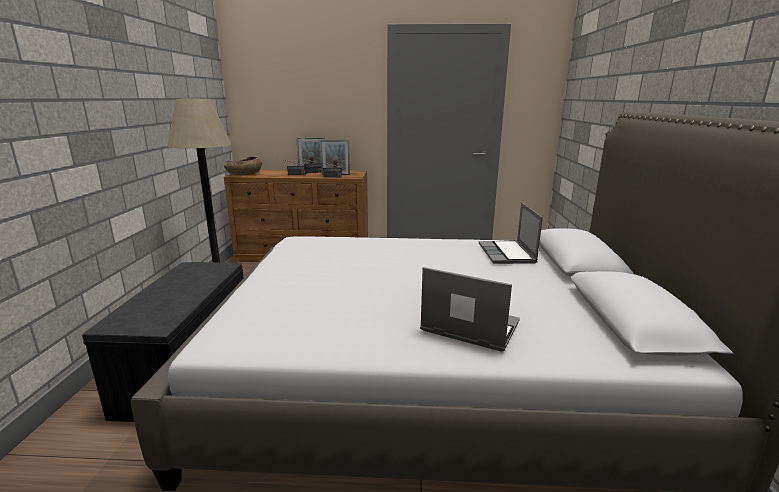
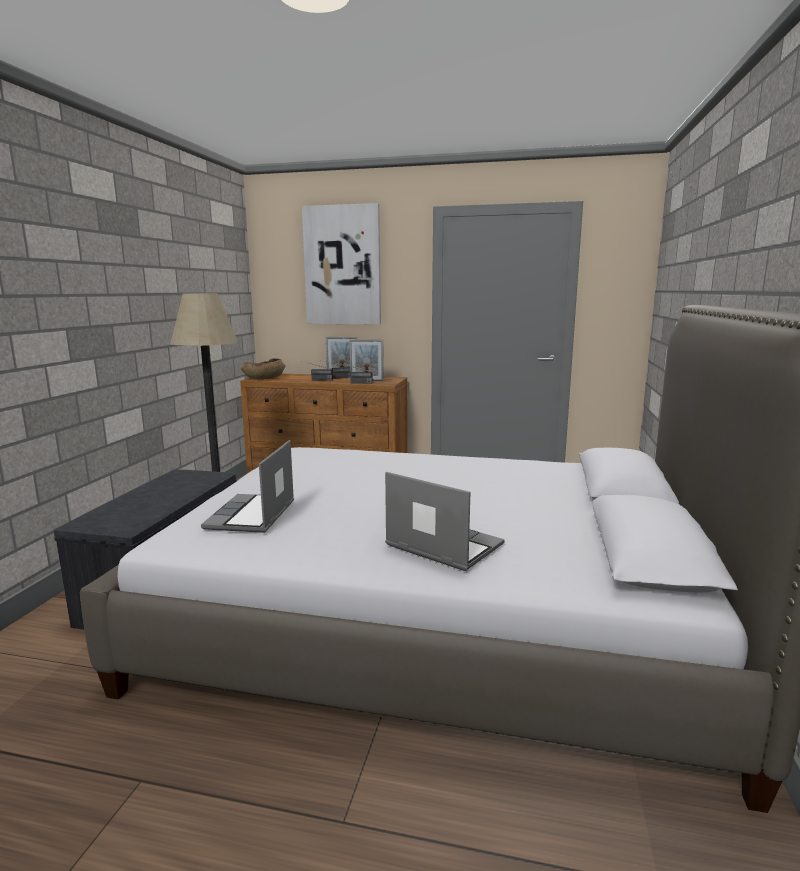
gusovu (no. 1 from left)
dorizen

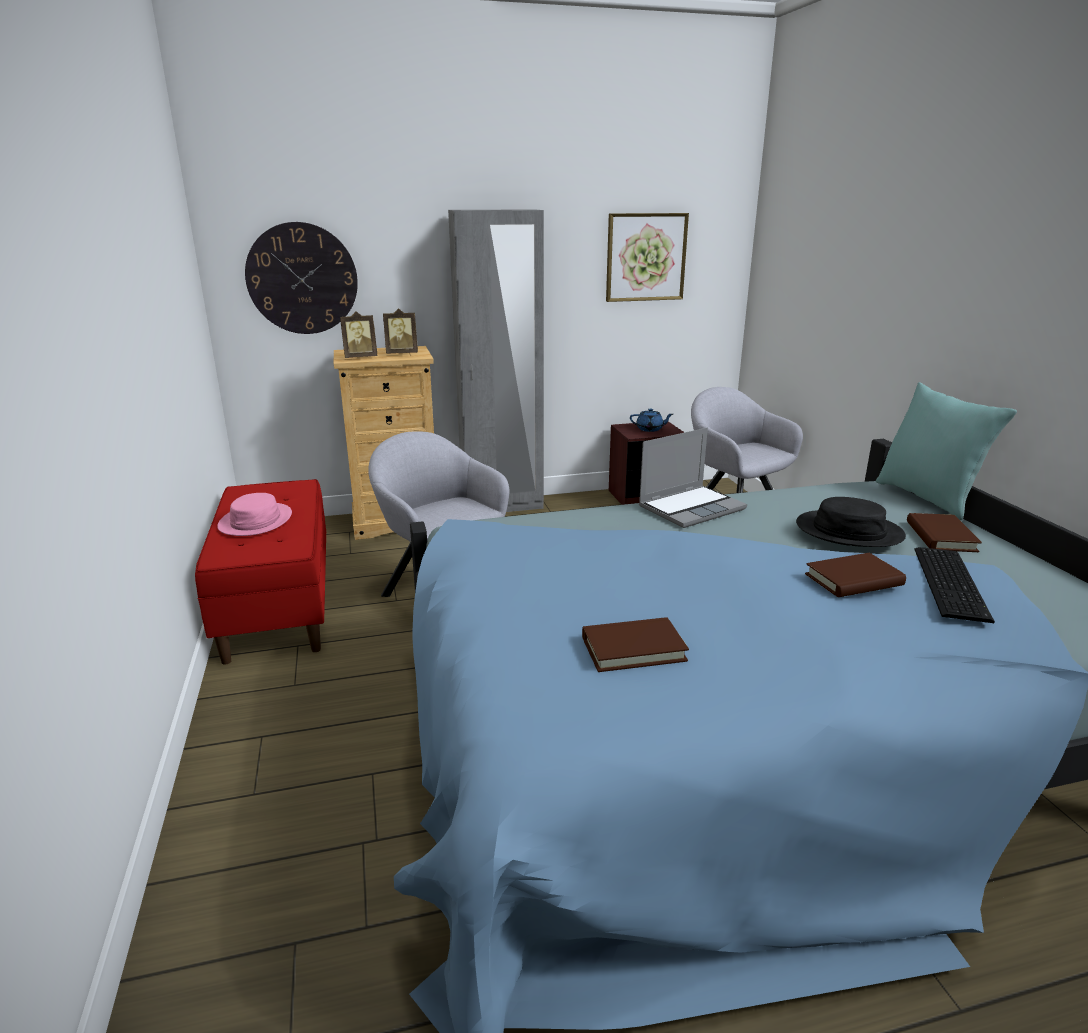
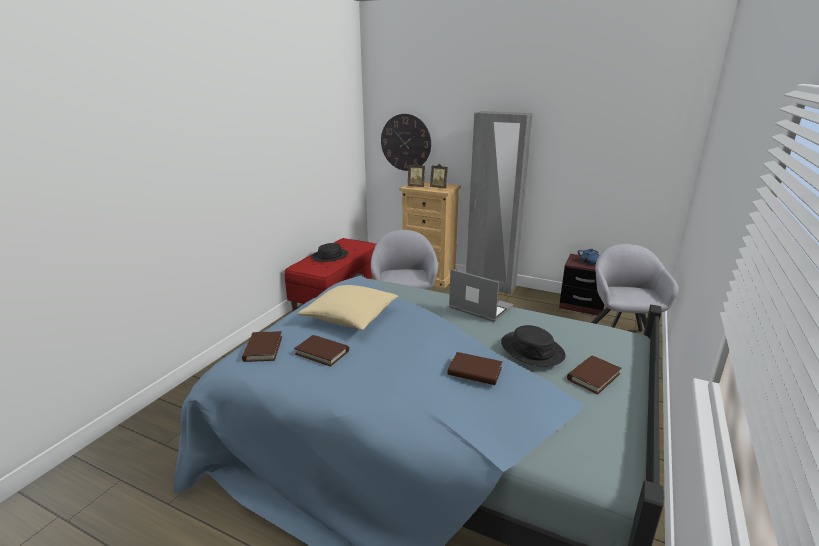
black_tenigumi (no. 1 from left)
dorizen
gusovu
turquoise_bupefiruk
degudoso
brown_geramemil (no. 1 from left)
beige_bupefiruk

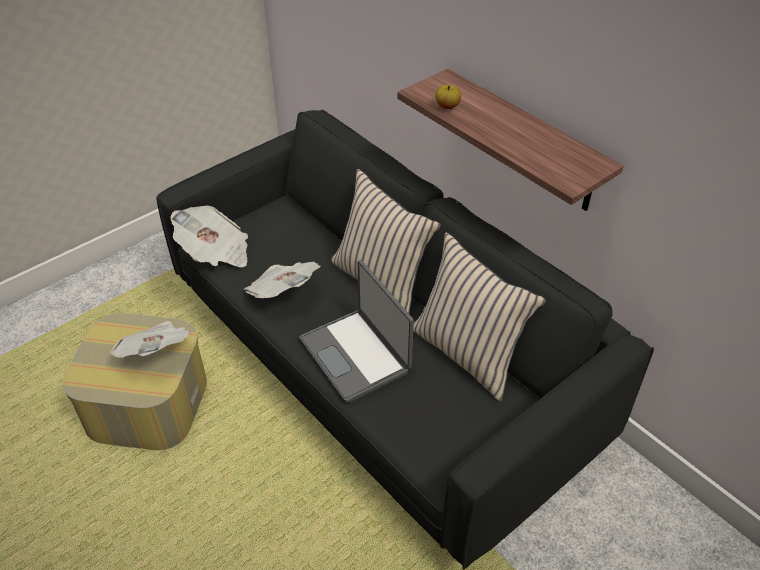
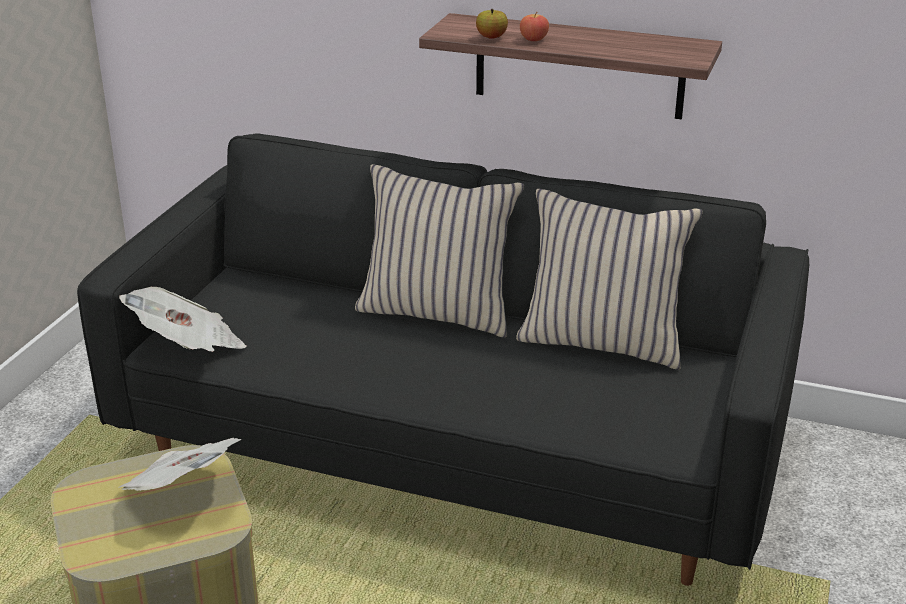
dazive (no. 3 from left in the first image)
gusovu
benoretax (no. 2 from left)

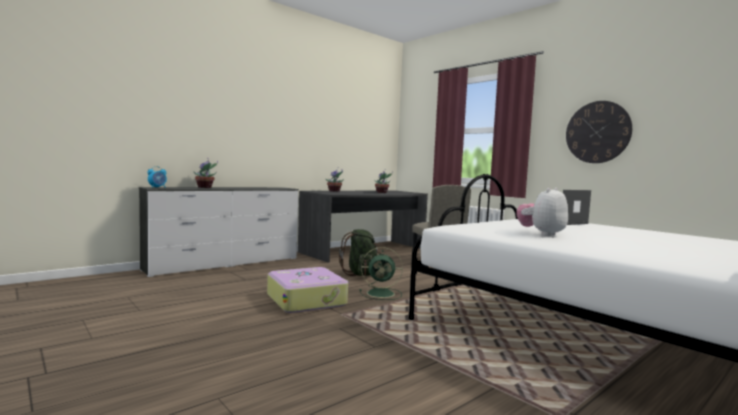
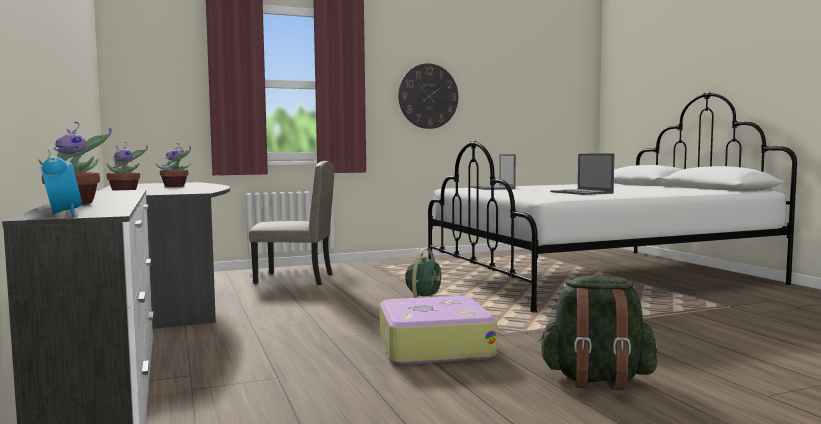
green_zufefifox
gusovu (no. 2 from left)

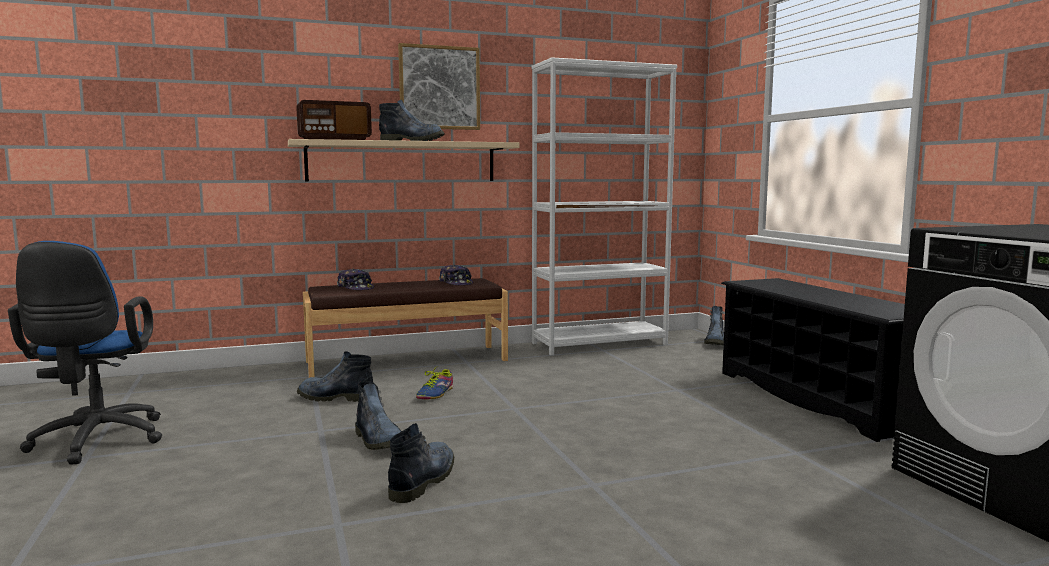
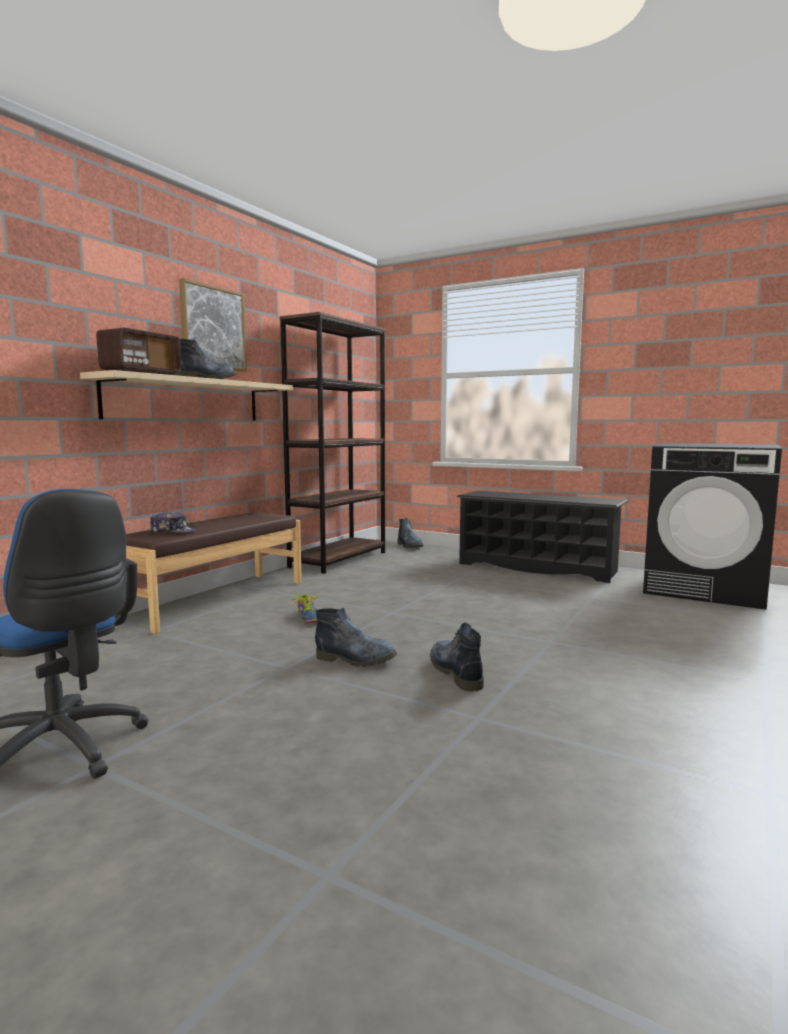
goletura (no. 1 from left in the first image)
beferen (no. 2 from left in the first image)
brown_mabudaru

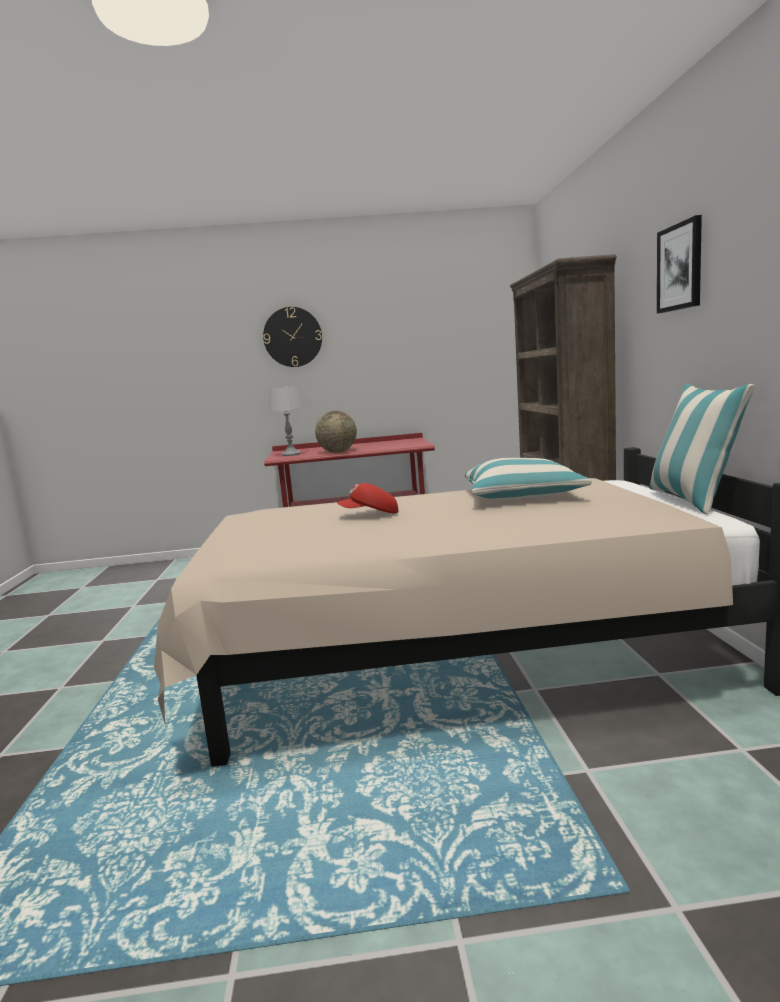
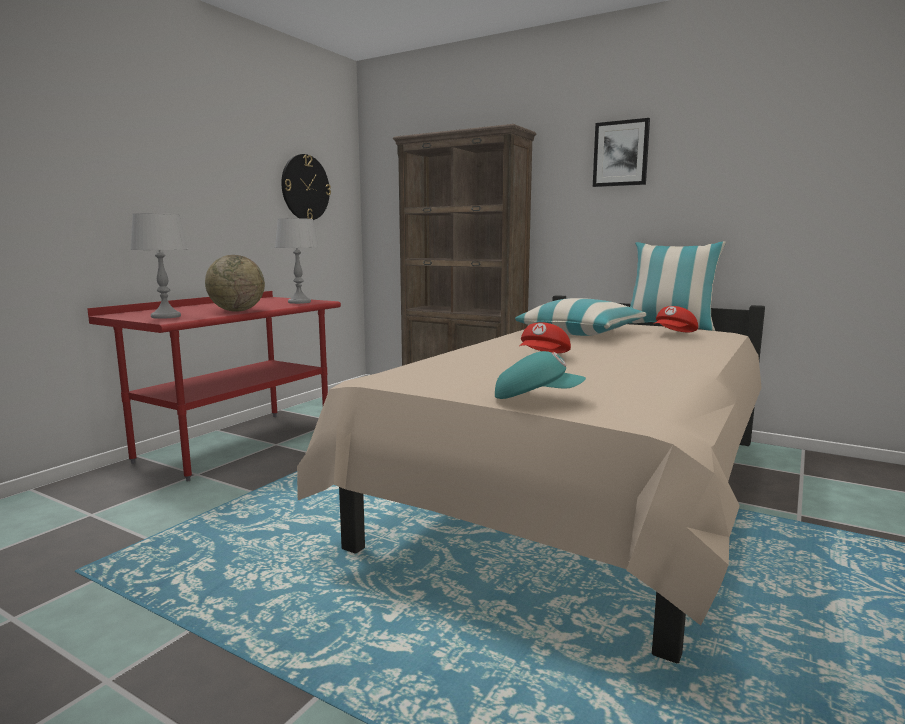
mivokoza
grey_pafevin (no. 2 from left)
turquoise_beferen
red_beferen (no. 2 from left)

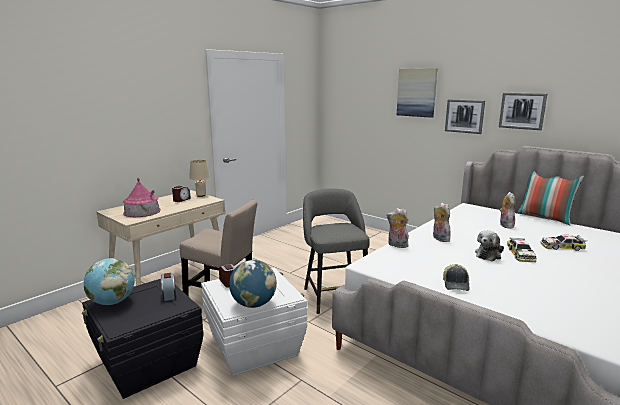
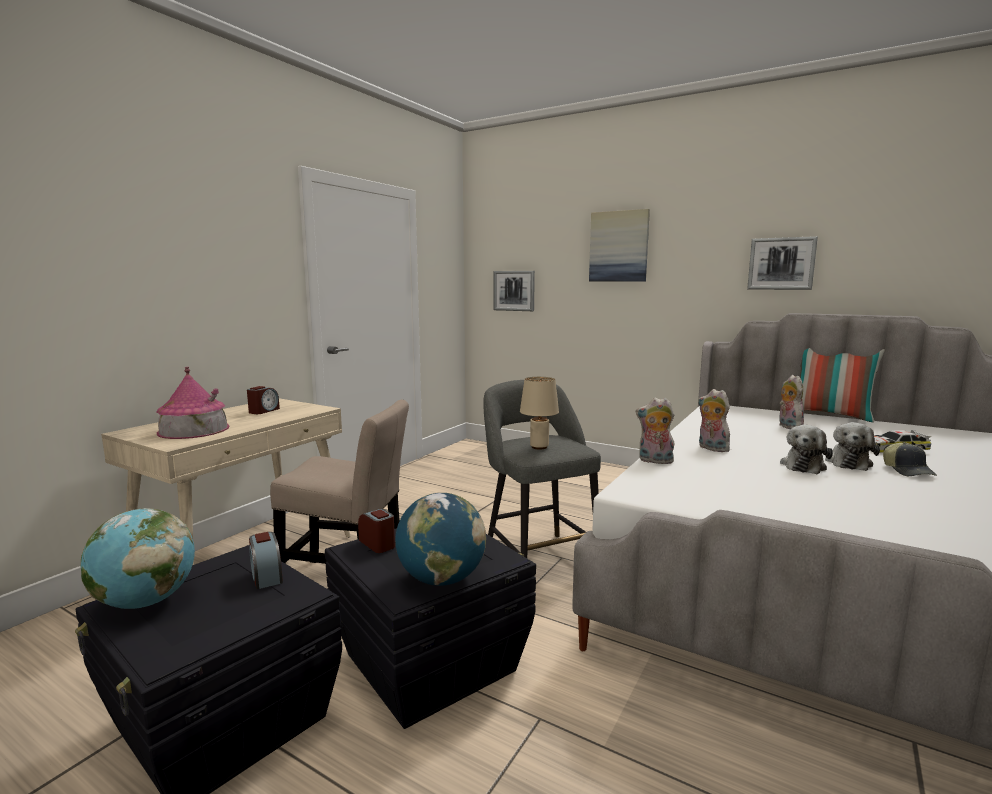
beige_pafevin
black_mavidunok (no. 2 from left)
beferen
dorizen (no. 1 from left)
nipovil (no. 5 from left)

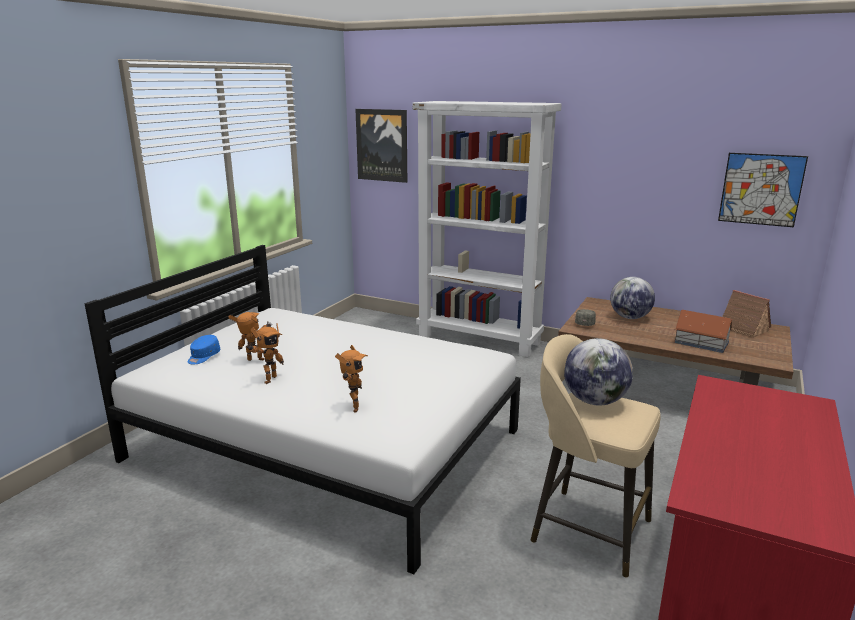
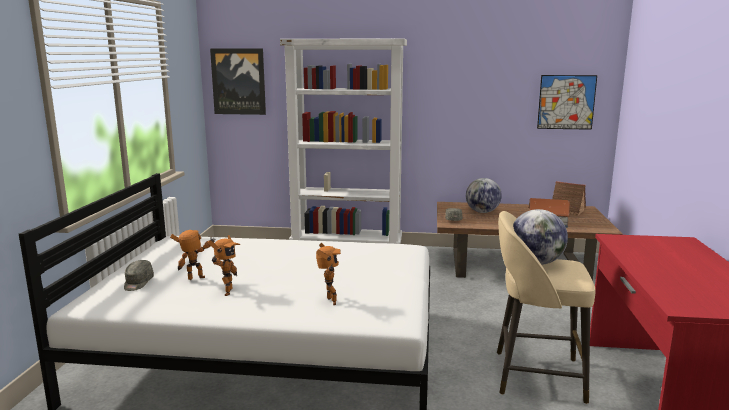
grey_beferen (no. 1 from left)

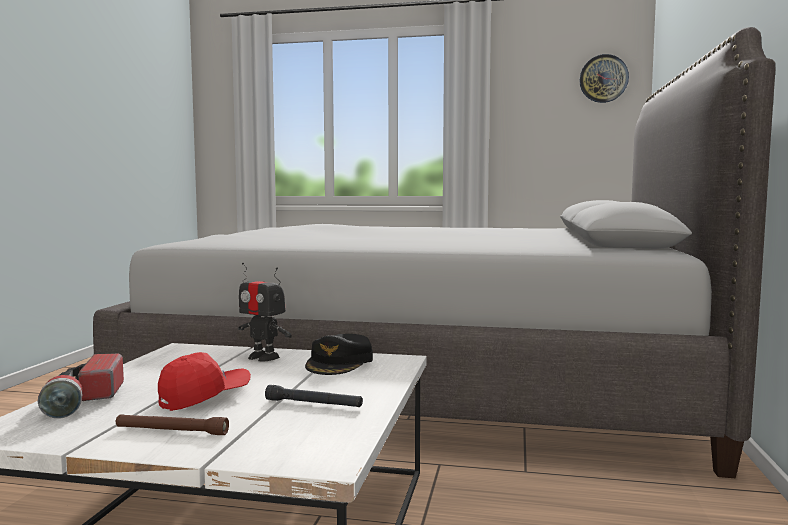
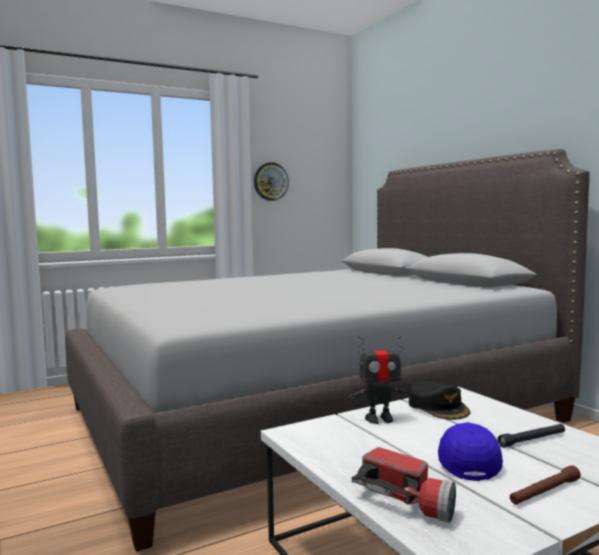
blue_beferen
mivokoza

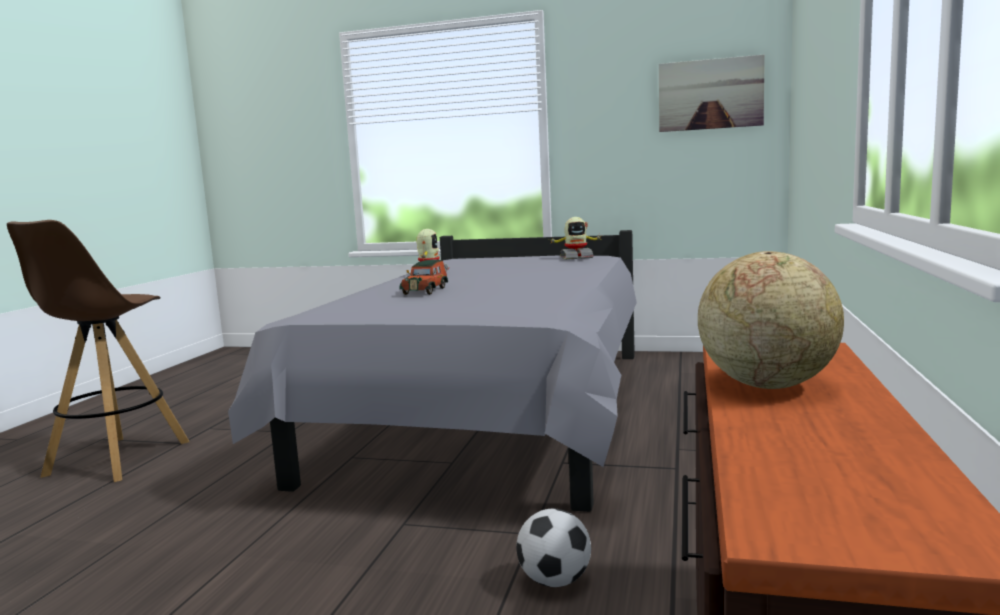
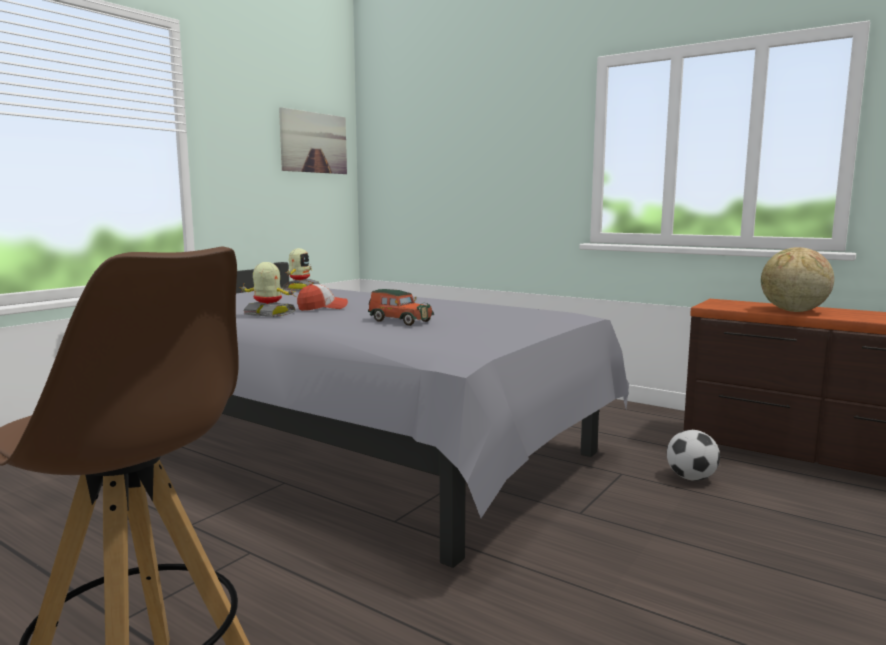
beferen

